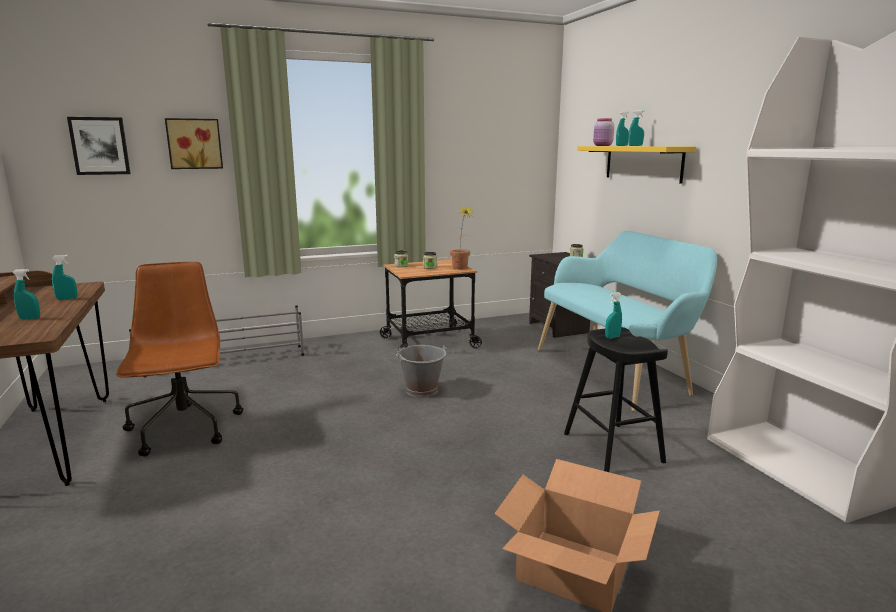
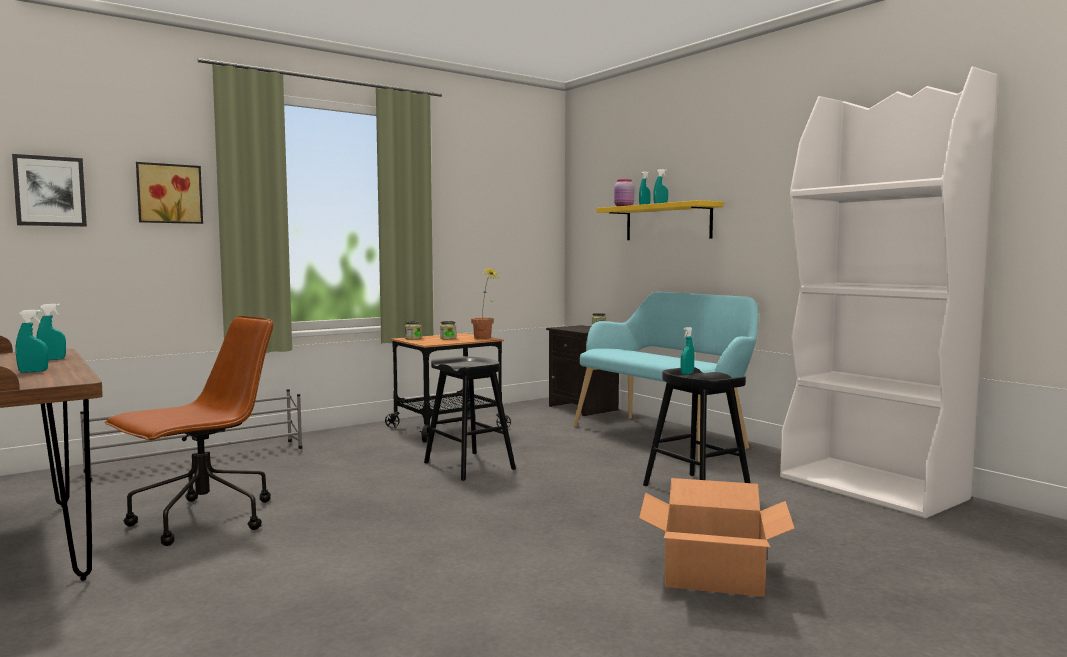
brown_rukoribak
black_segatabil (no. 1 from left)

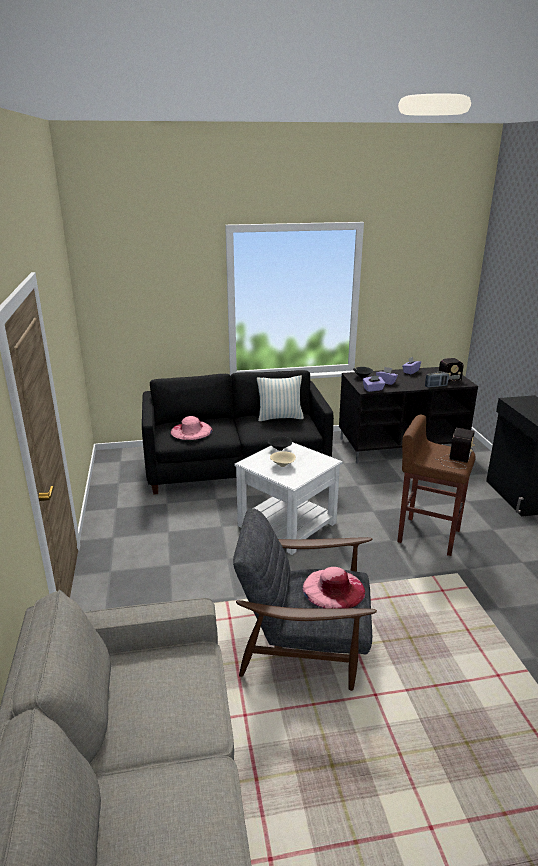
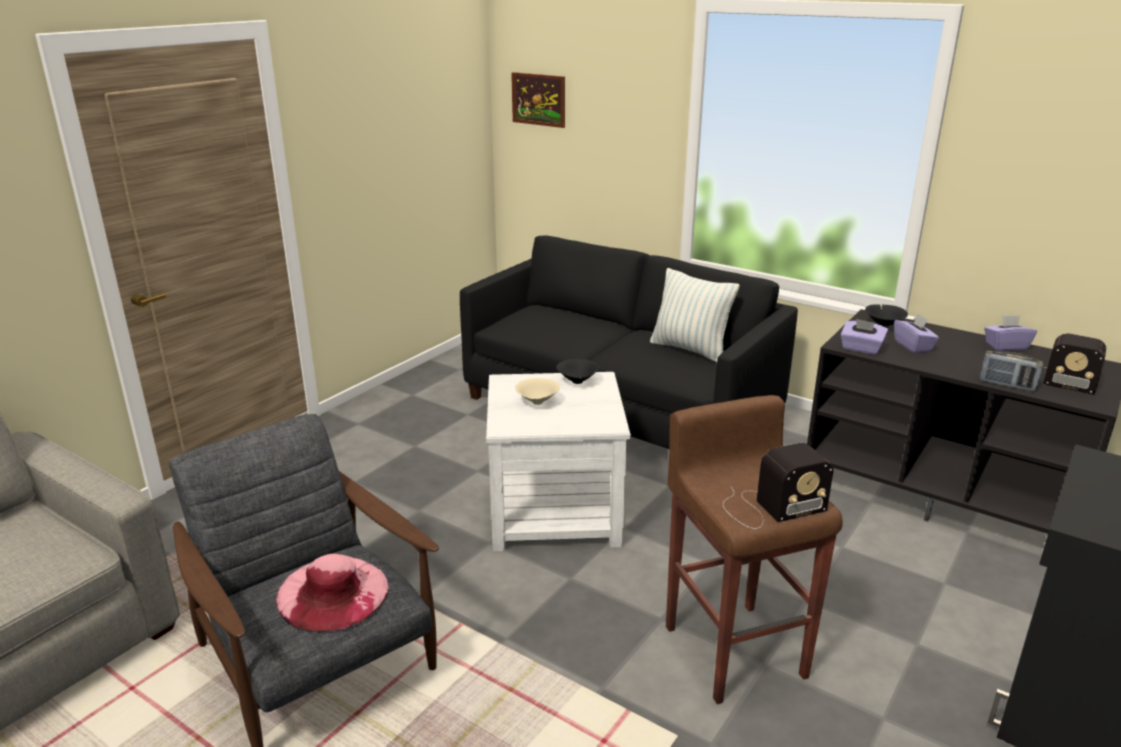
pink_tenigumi (no. 1 from left in the first image)
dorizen

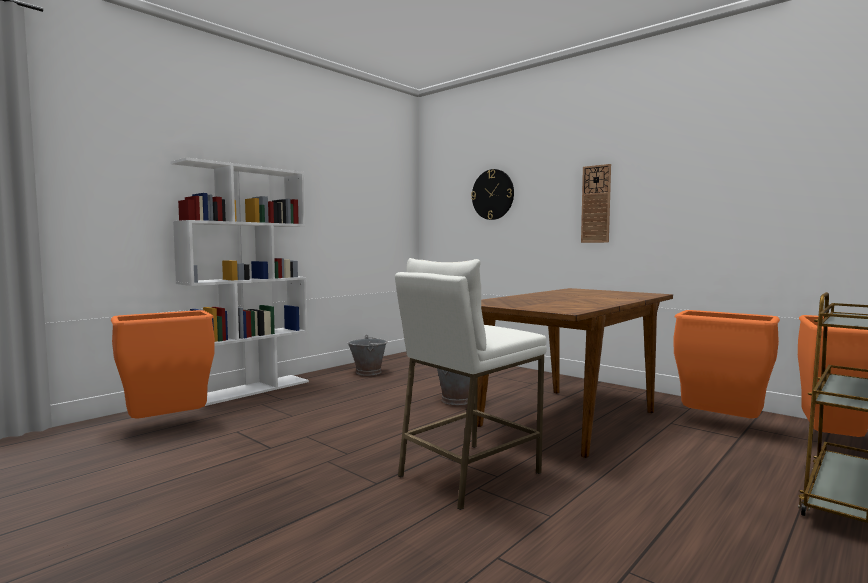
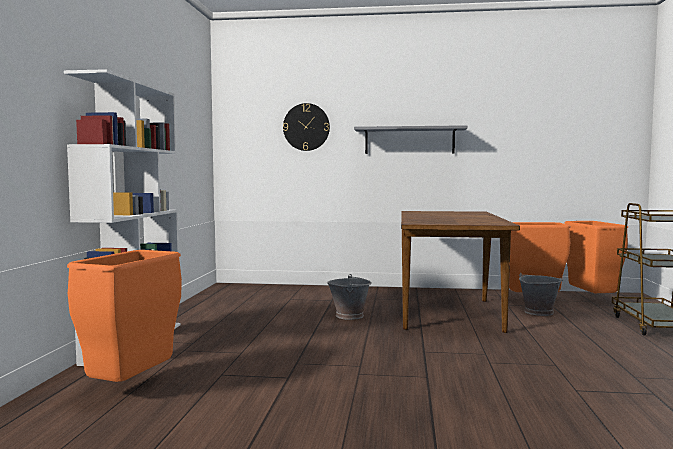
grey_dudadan (no. 2 from left)
white_segatabil
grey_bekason

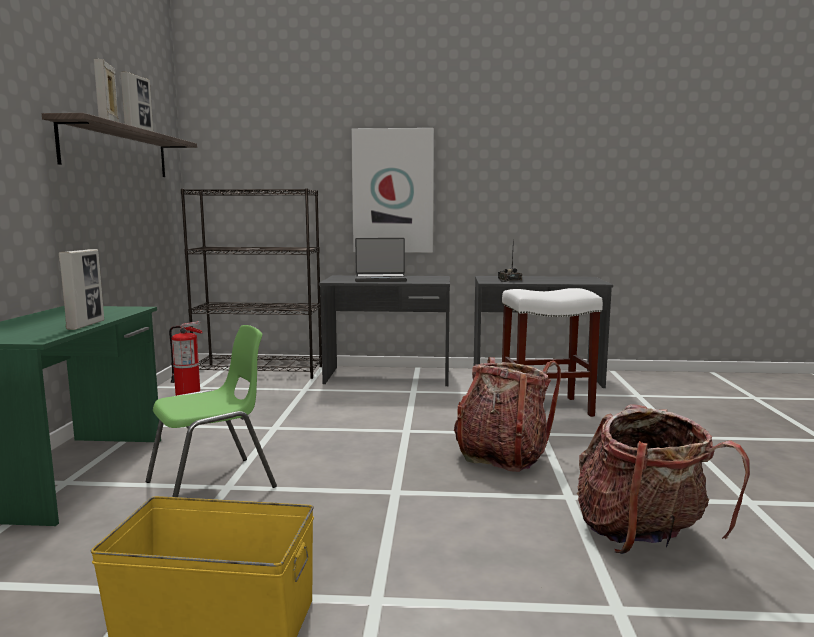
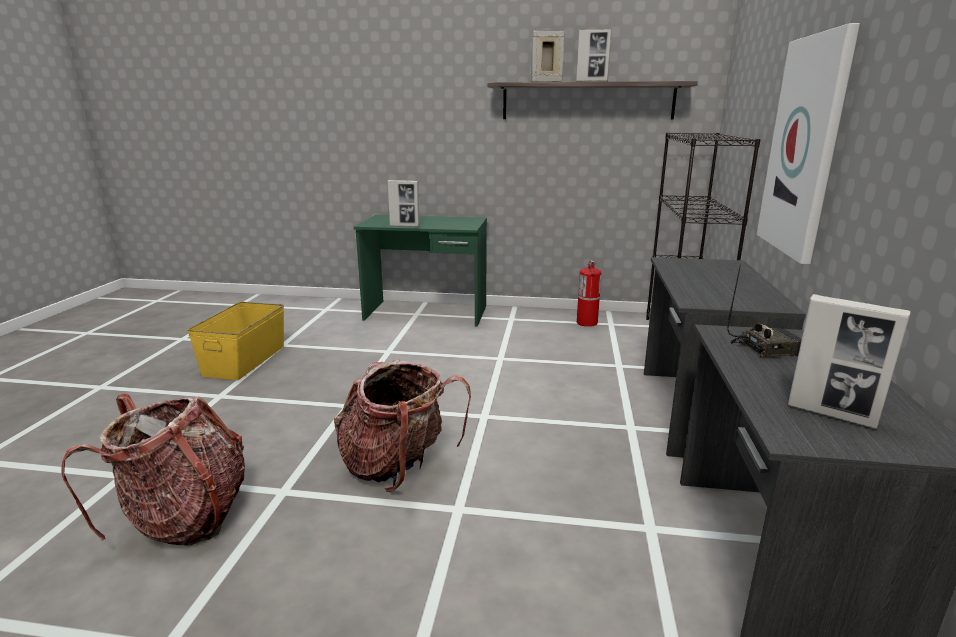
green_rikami
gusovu
white_segatabil
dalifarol (no. 4 from left)

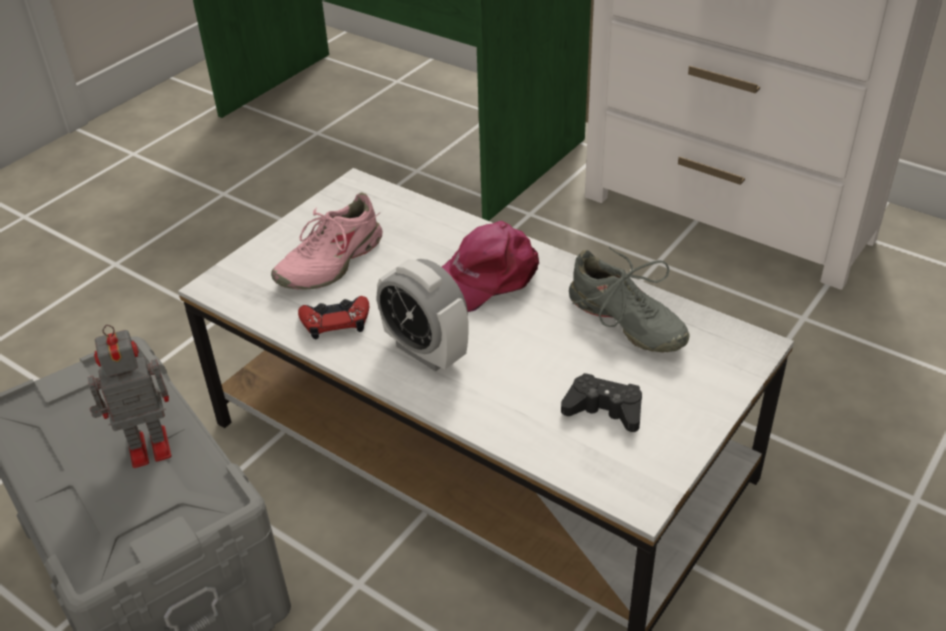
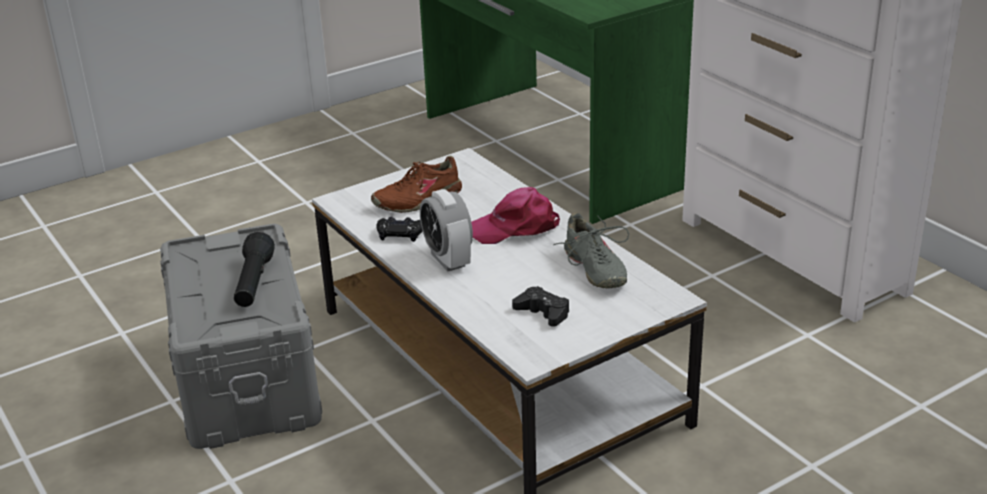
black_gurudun
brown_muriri
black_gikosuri (no. 1 from left)

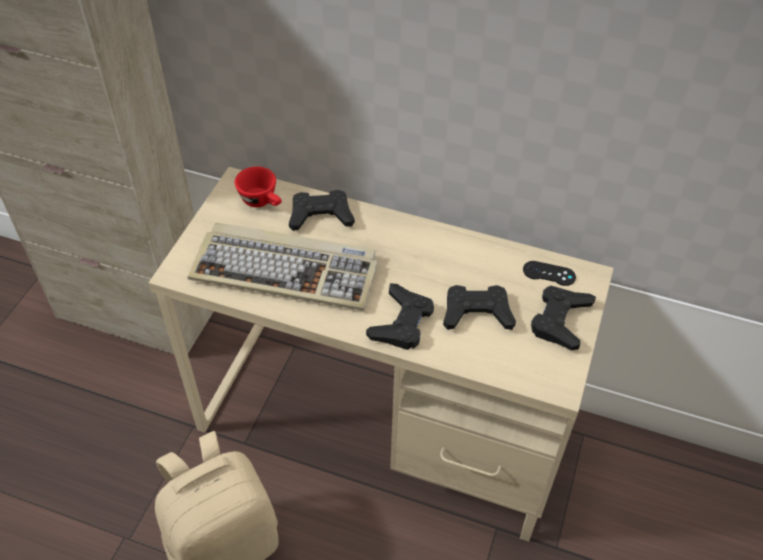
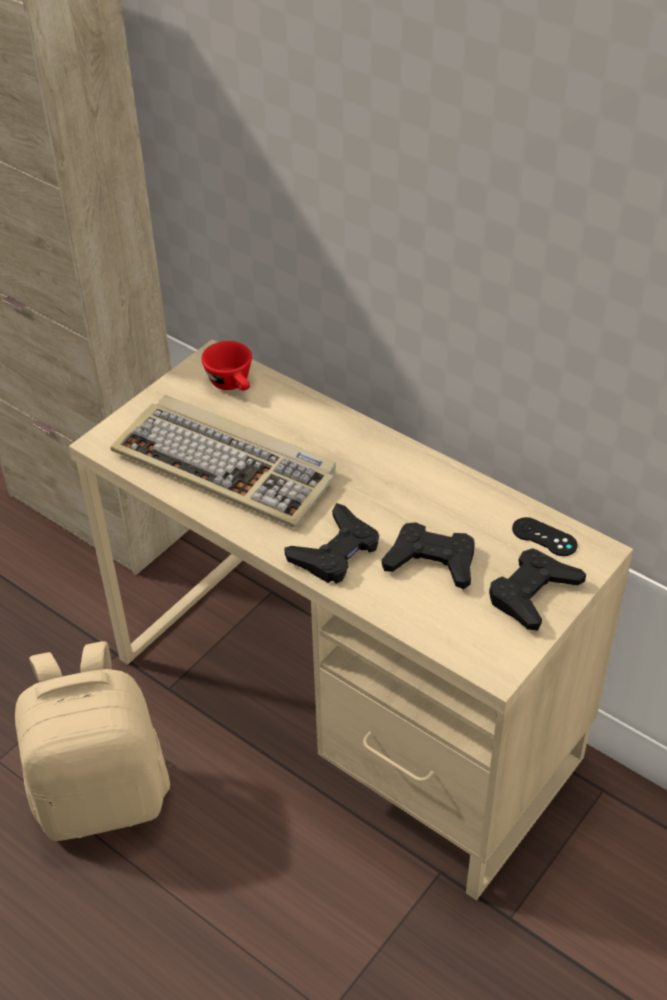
black_gikosuri (no. 1 from left in the first image)

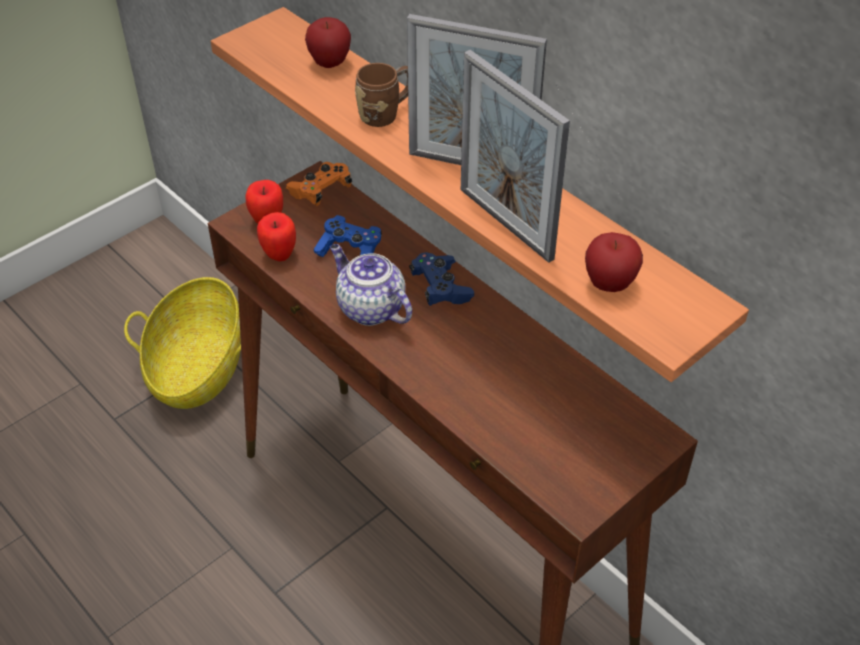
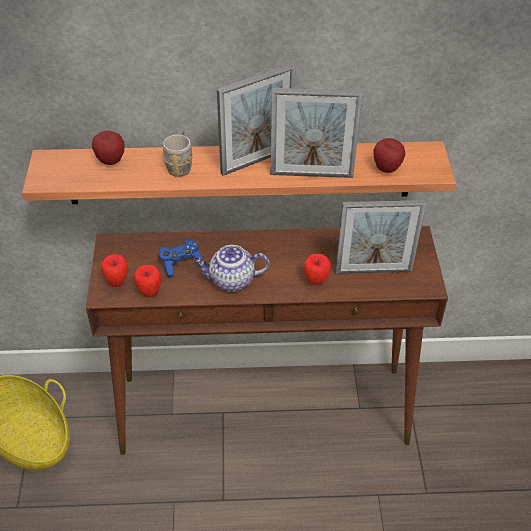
orange_gikosuri
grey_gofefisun
blue_gikosuri (no. 2 from left in the first image)
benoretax (no. 4 from left)
dalifarol (no. 3 from left)

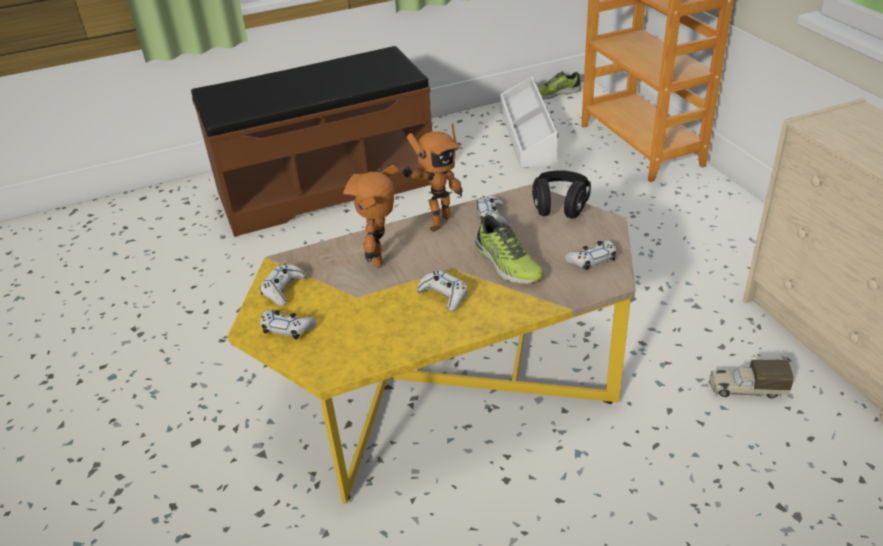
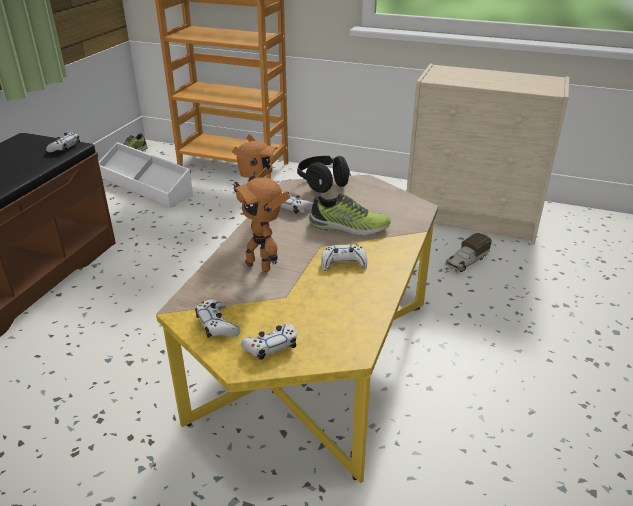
white_gikosuri (no. 1 from left)

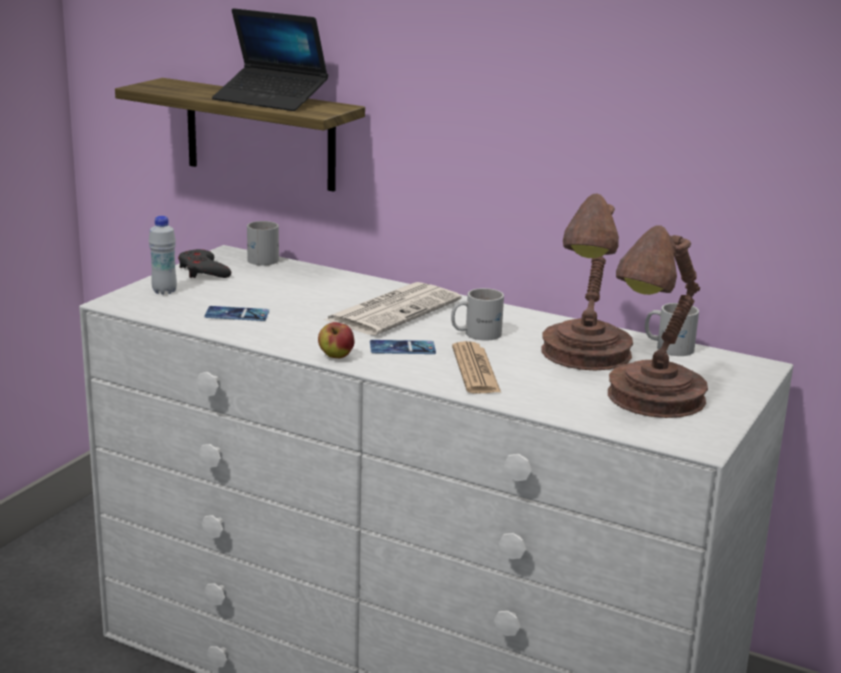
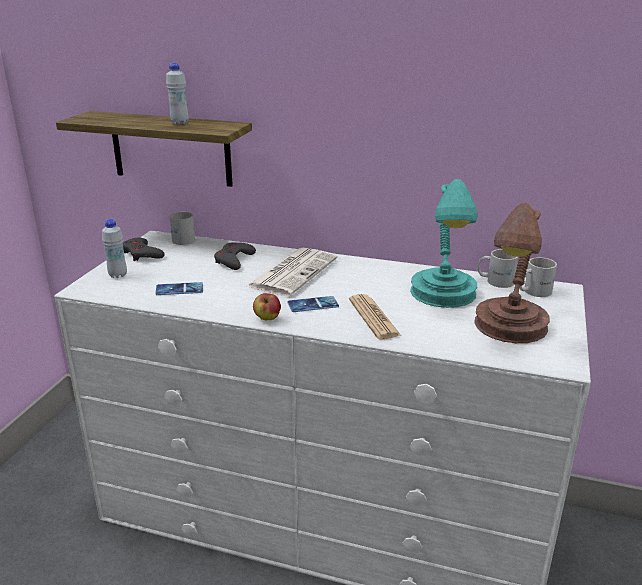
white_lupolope (no. 2 from left)
white_gofefisun (no. 3 from left)
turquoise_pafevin
grey_gikosuri (no. 2 from left)

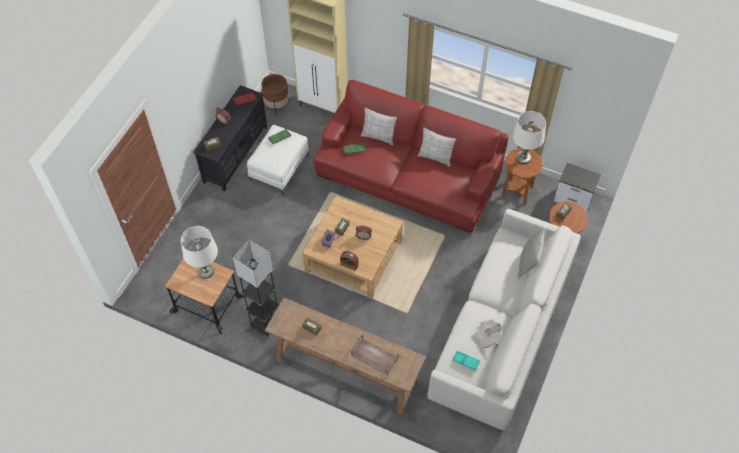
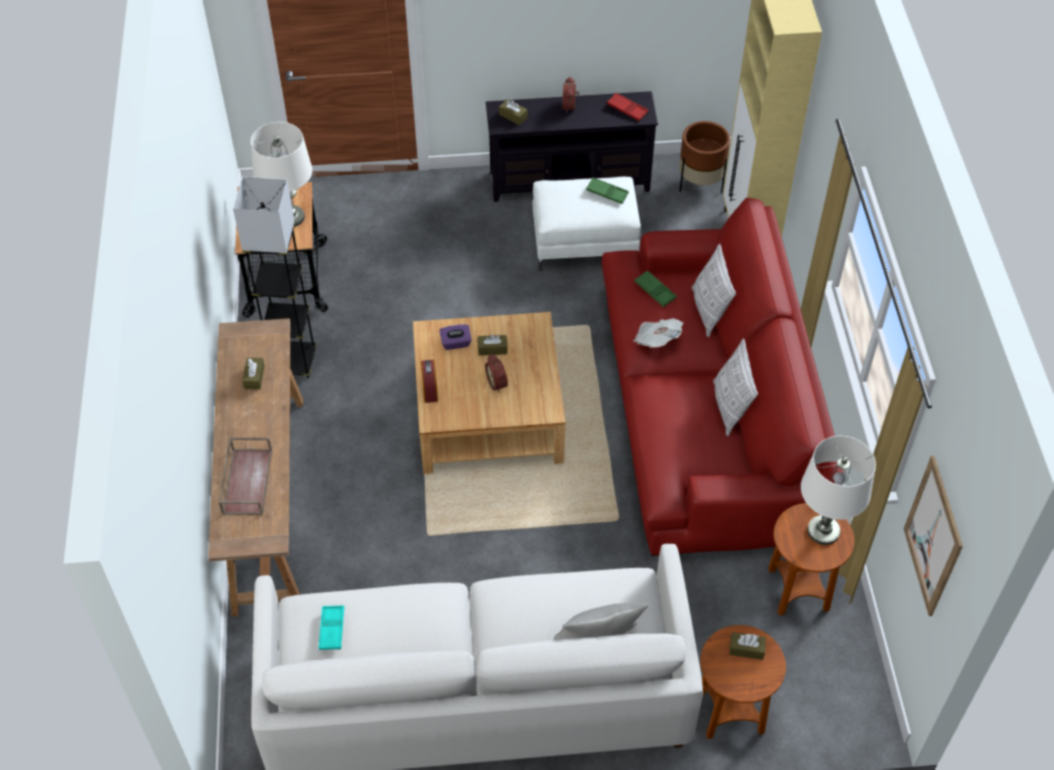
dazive
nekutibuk
dorizen

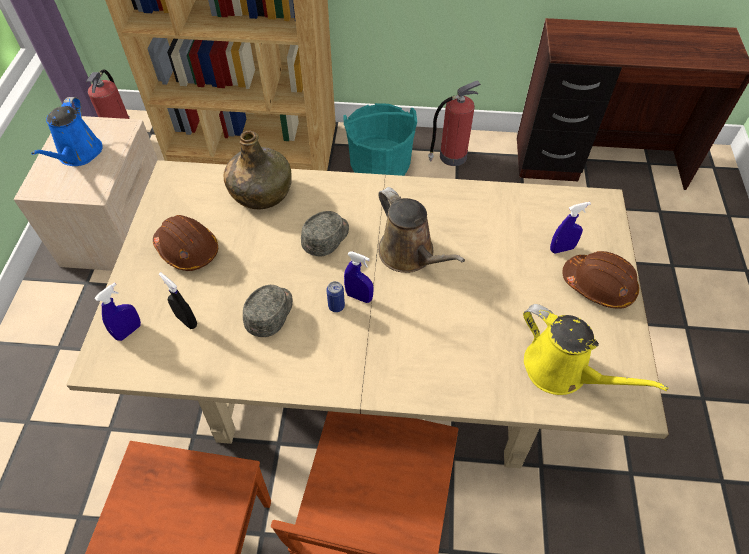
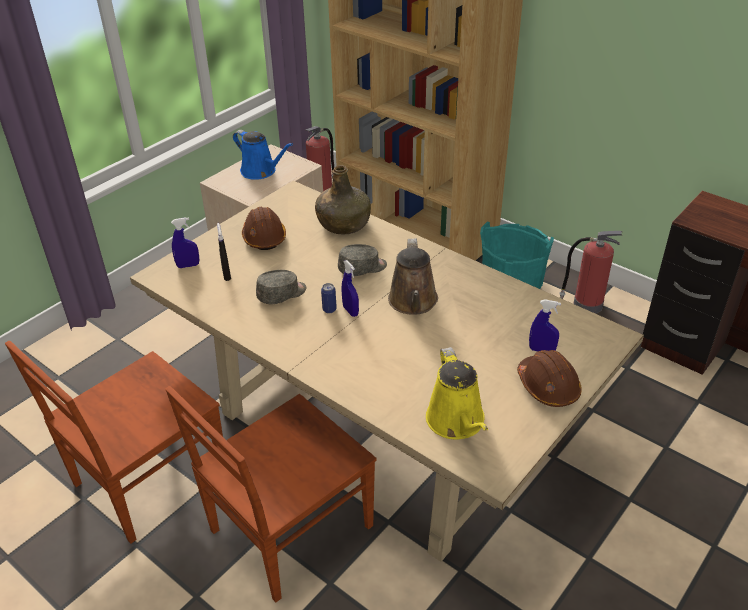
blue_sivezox

